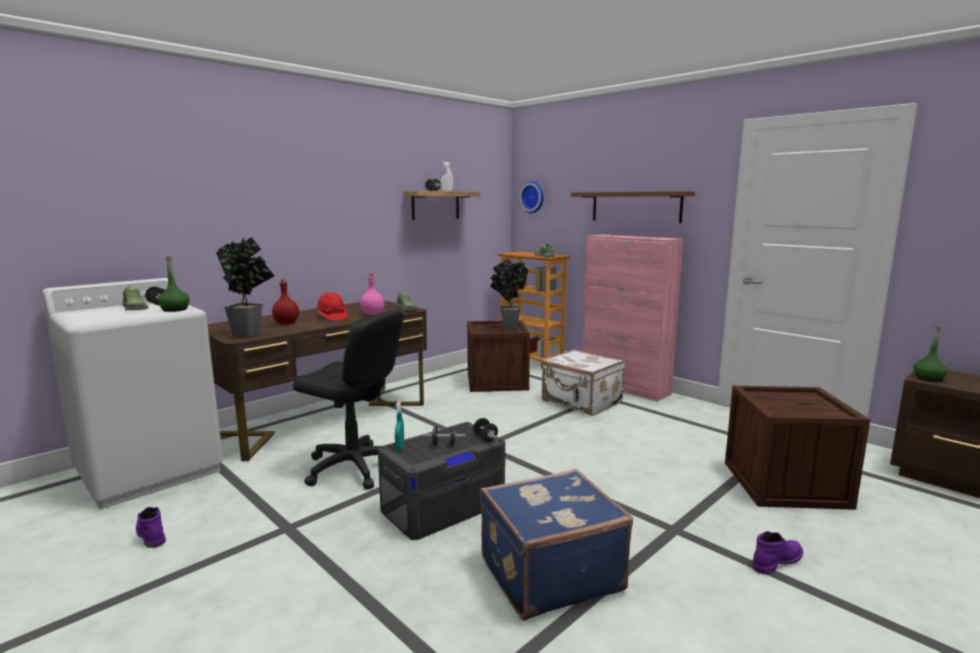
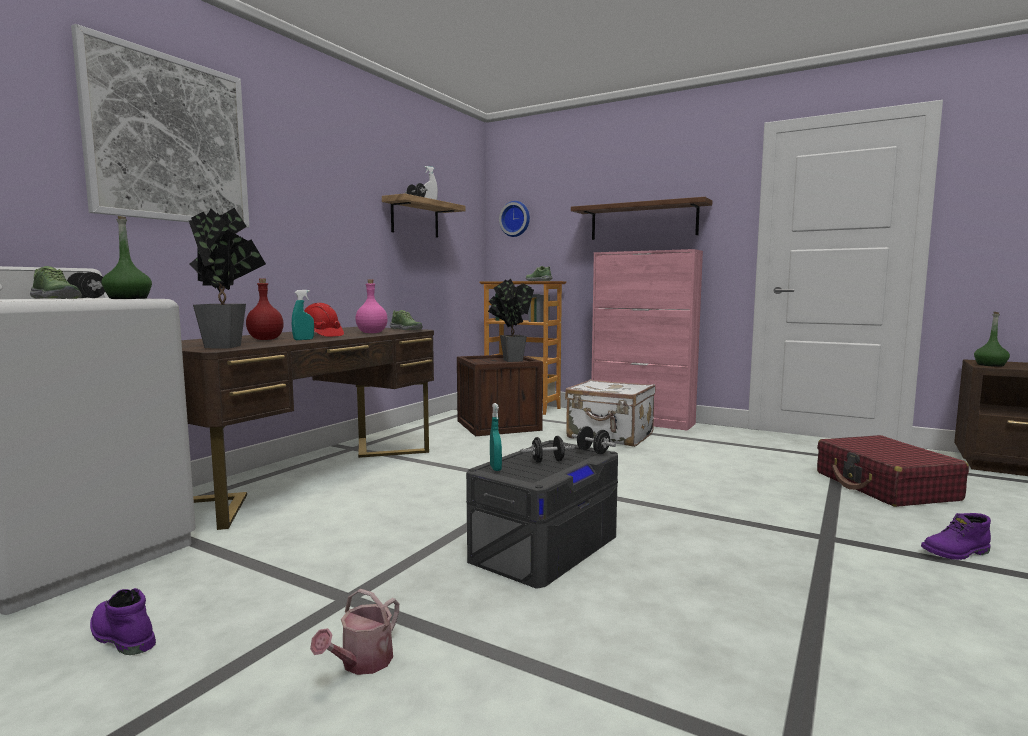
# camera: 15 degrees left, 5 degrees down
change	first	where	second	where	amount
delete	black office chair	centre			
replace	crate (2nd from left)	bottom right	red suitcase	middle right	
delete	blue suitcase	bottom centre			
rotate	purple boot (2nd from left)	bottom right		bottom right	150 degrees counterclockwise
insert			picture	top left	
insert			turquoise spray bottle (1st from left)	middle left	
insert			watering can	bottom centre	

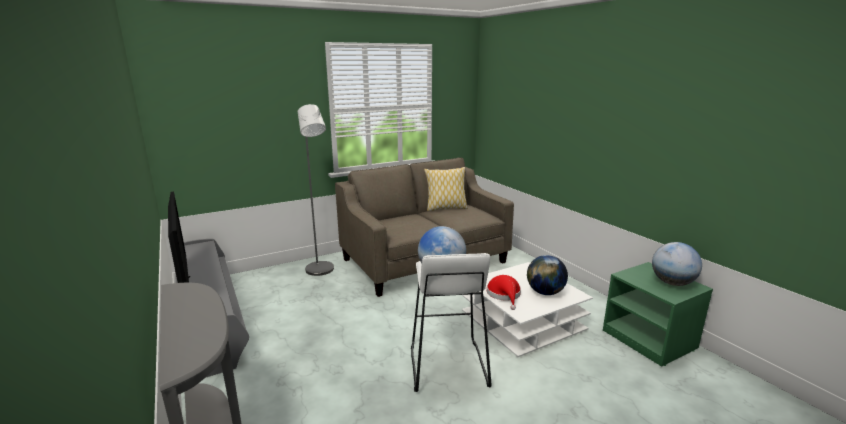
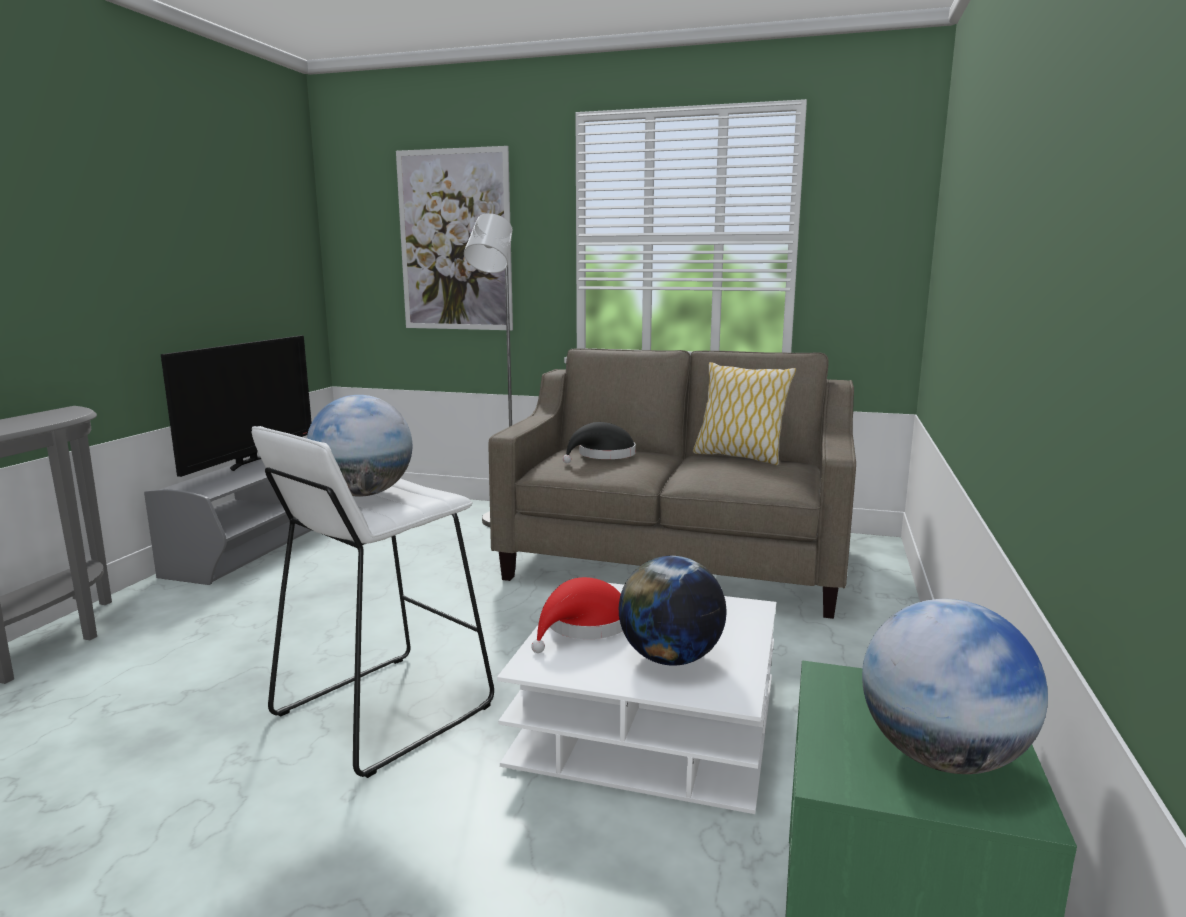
# camera: 45 degrees right, 5 degrees down
change	first	where	second	where	amount
insert			picture	top centre	
insert			black hat	centre	

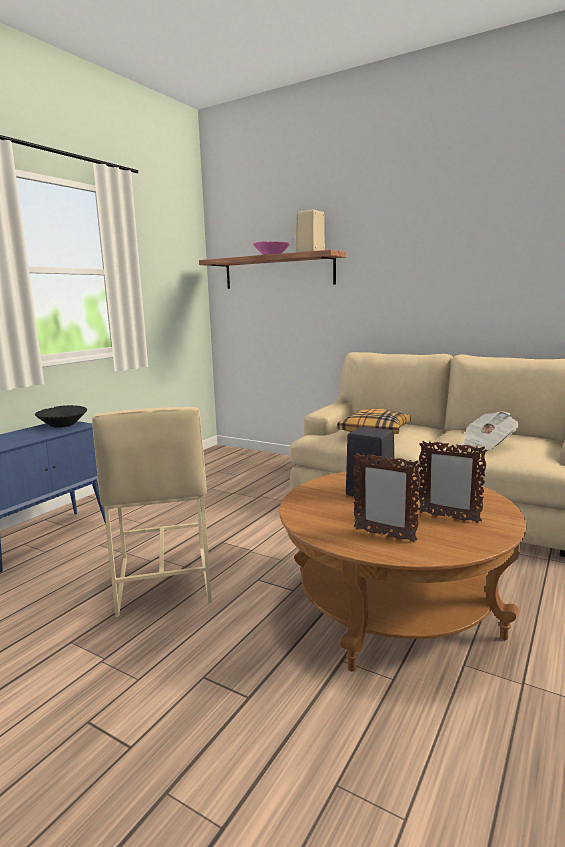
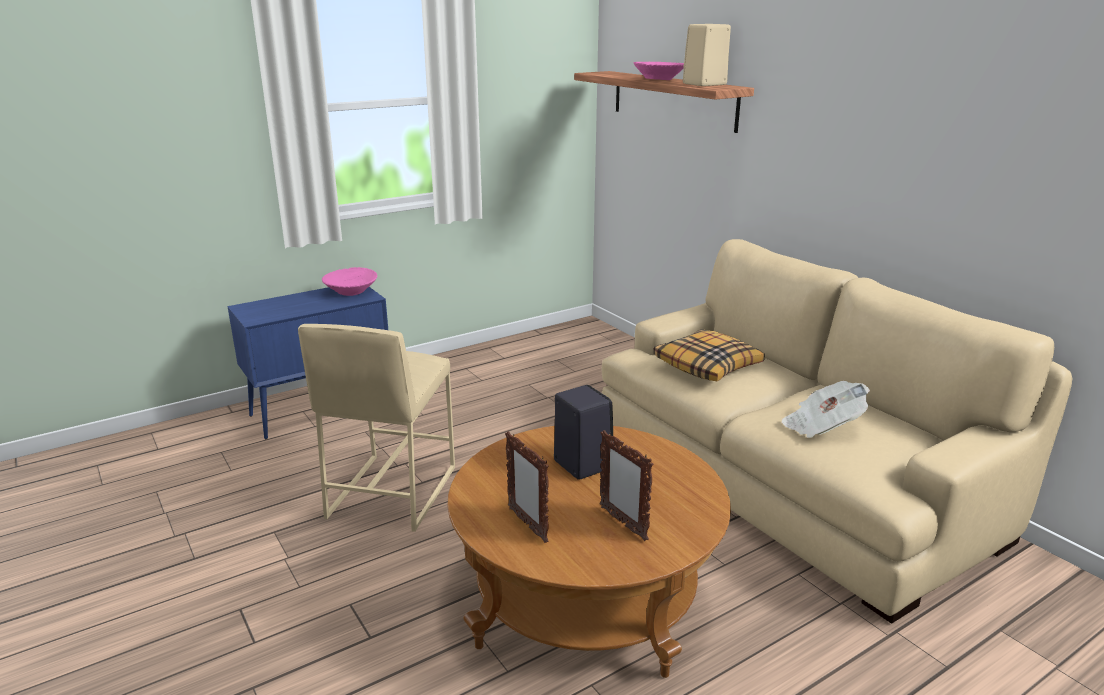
# camera: 25 degrees right, 10 degrees up
change	first	where	second	where	amount
recolor	black bowl	middle left	pink bowl (1st from left)	middle left	

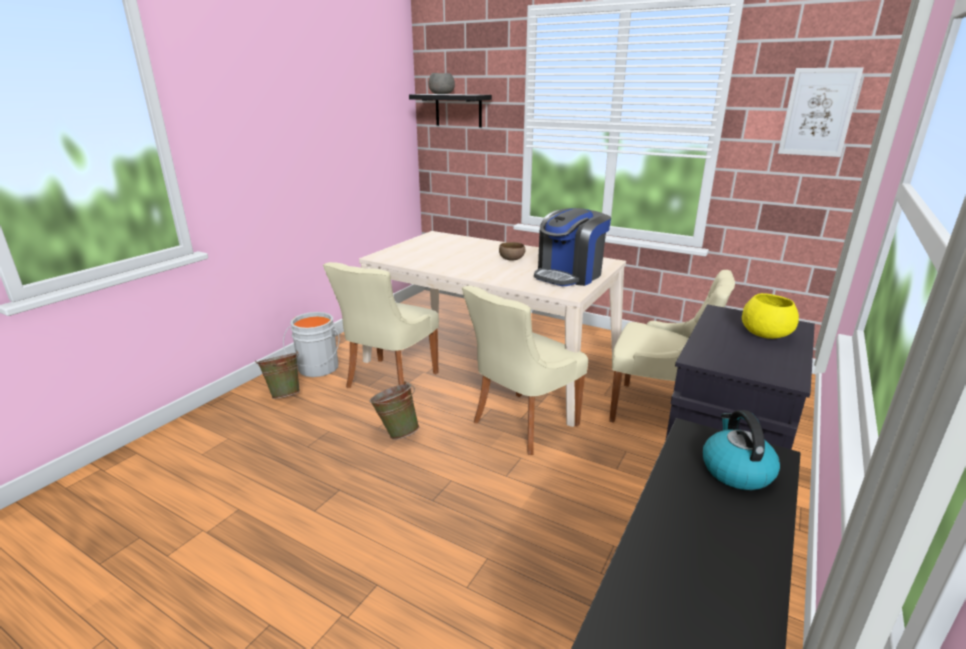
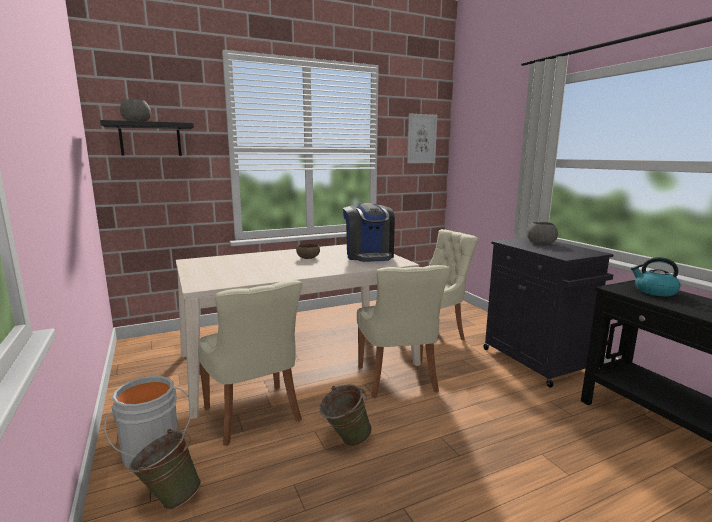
# camera: 55 degrees left, 10 degrees down
change	first	where	second	where	amount
recolor	yellow bowl	middle right	grey bowl (2nd from left)	middle right	

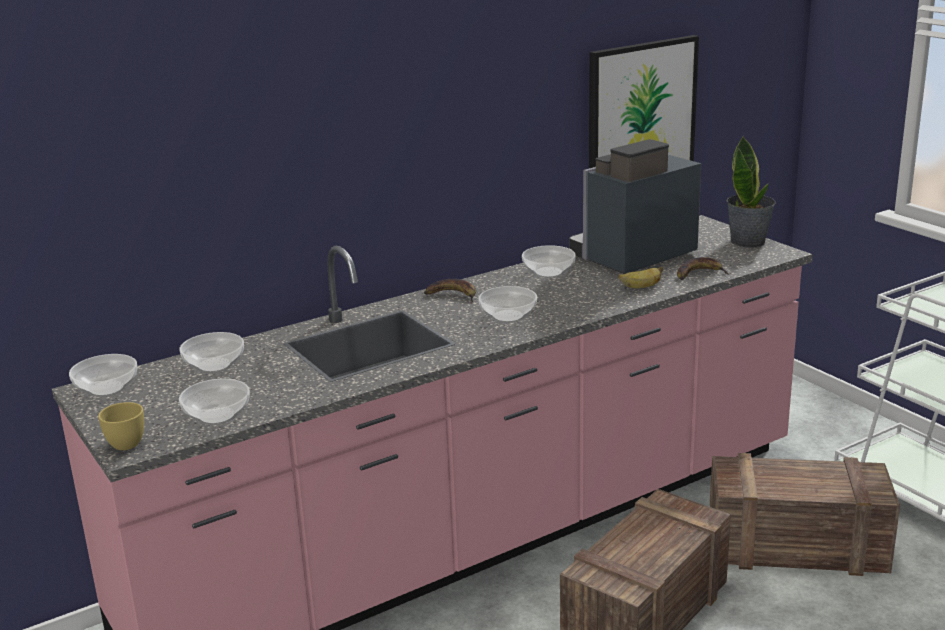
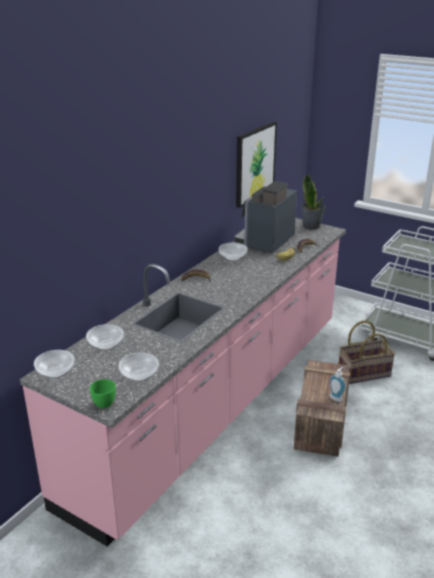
# camera: 25 degrees left, 5 degrees up
change	first	where	second	where	amount
delete	bowl (4th from left)	centre			
recolor	yellow cup	bottom left	green cup	bottom left	
replace	crate (2nd from left)	bottom right	basket	middle right	
insert			soap dispenser	middle right	

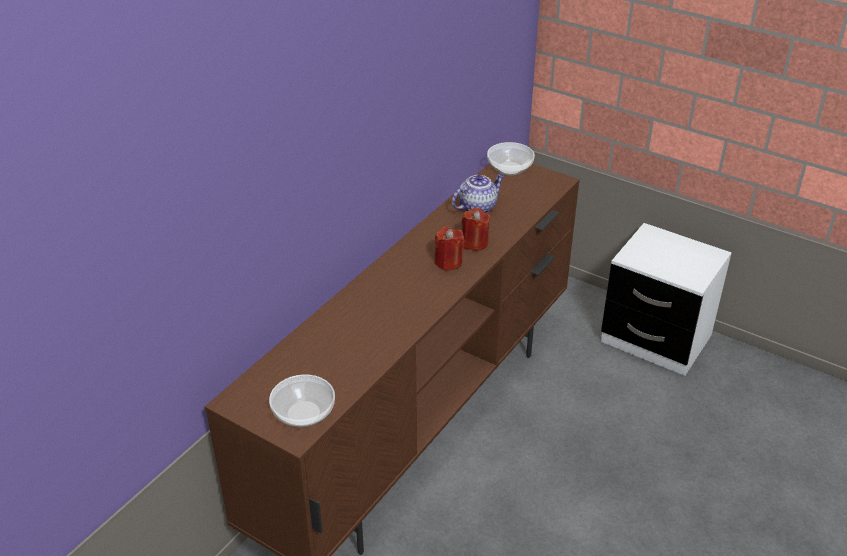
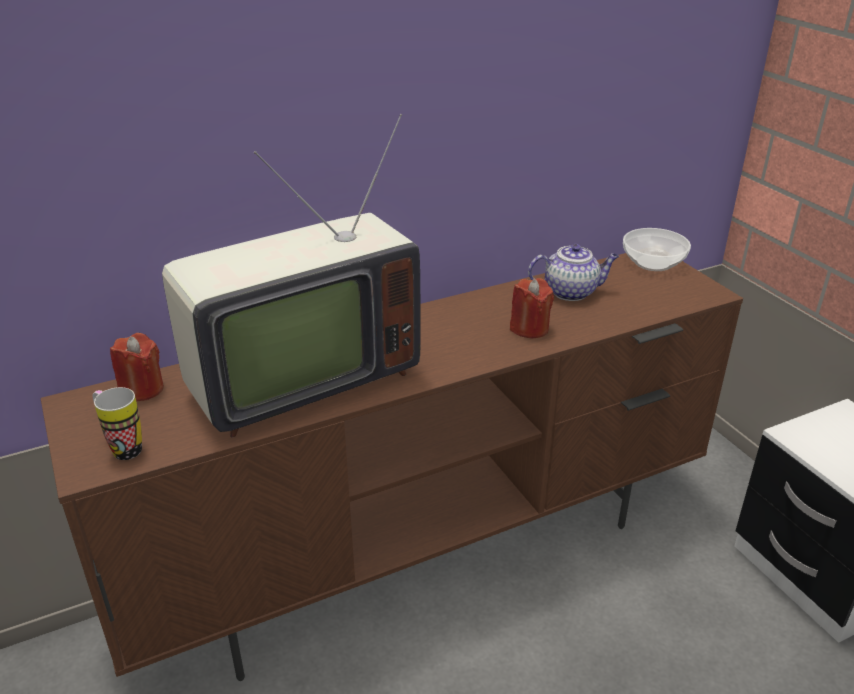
# camera: 30 degrees right, 5 degrees down
change	first	where	second	where	amount
move	red candle (1st from left)	centre		middle left	
replace	bowl (1st from left)	bottom centre	mug	middle left	
insert			television	centre	

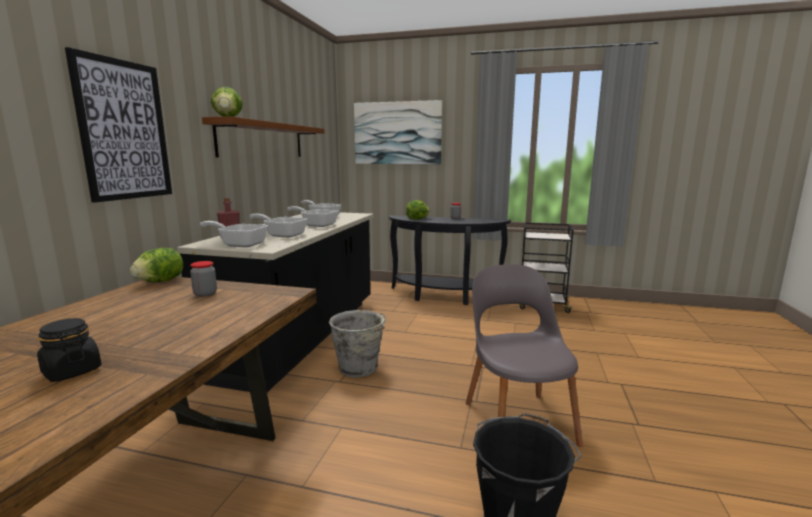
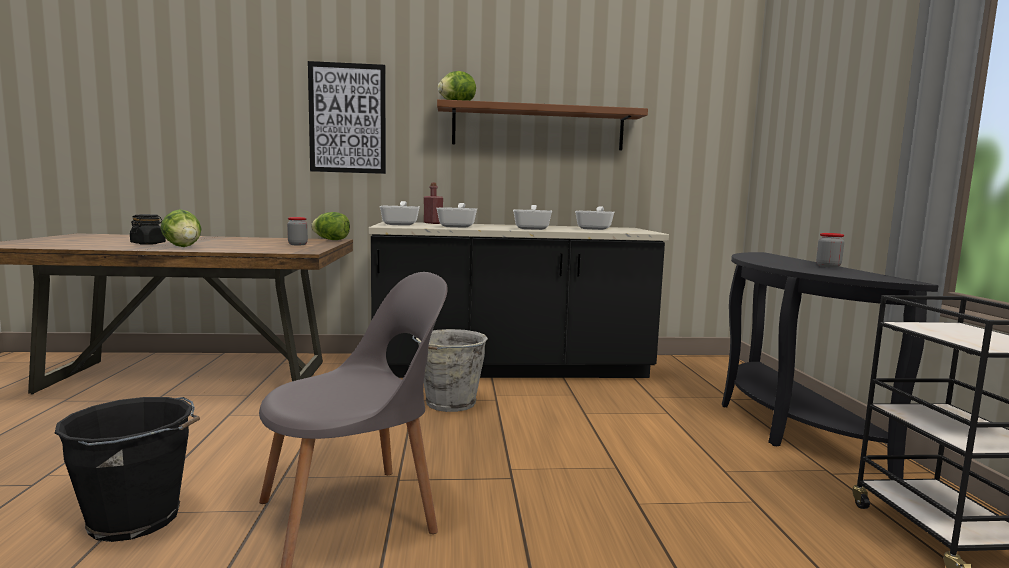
# camera: 70 degrees right, 5 degrees down
change	first	where	second	where	amount
delete	picture (2nd from left)	top centre			
move	lettuce (3rd from left in the first image)	centre	lettuce (1st from left)	middle left	

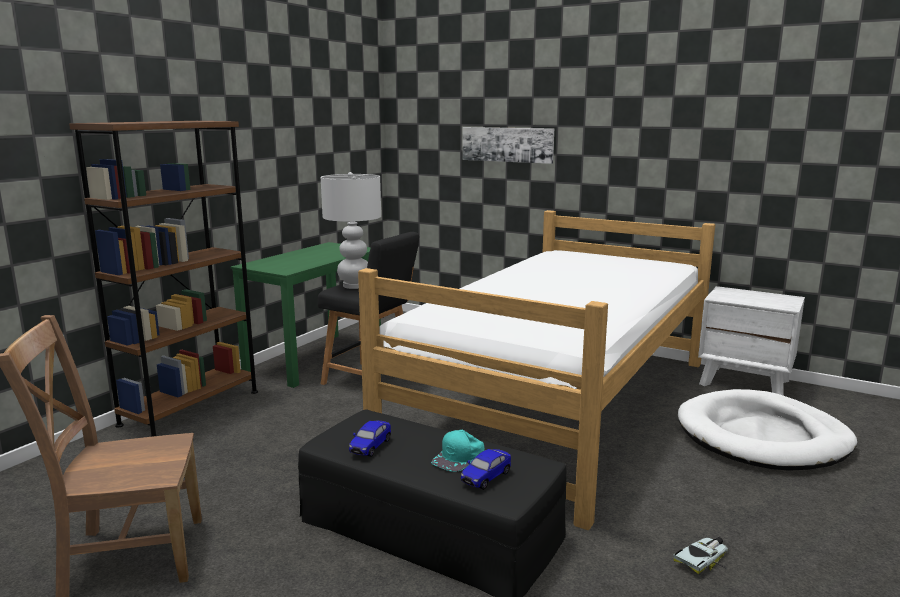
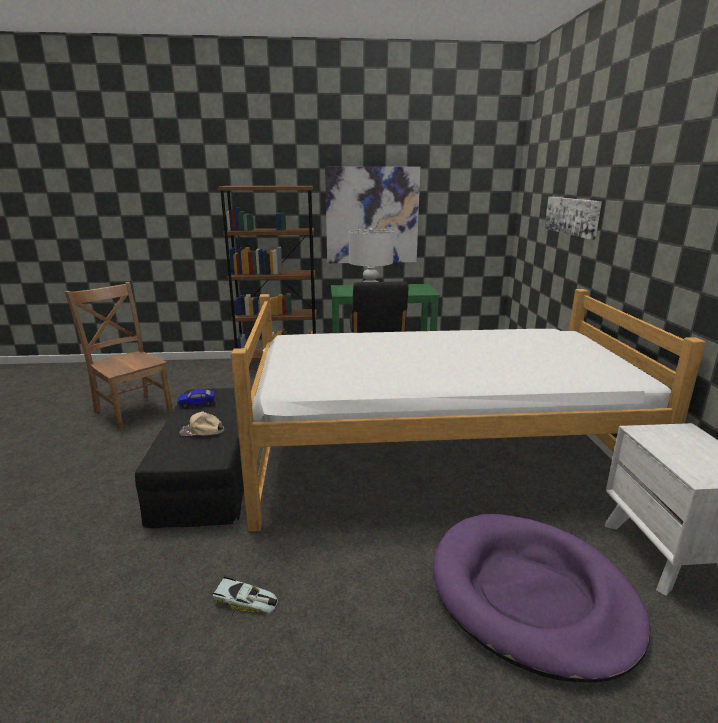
# camera: 55 degrees right, 5 degrees up
change	first	where	second	where	amount
recolor	white dog bed	bottom right	purple dog bed	bottom right	
recolor	turquoise cap	bottom centre	beige cap	middle left	
delete	toy car (2nd from left)	bottom centre			
insert			picture (1st from left)	top centre	

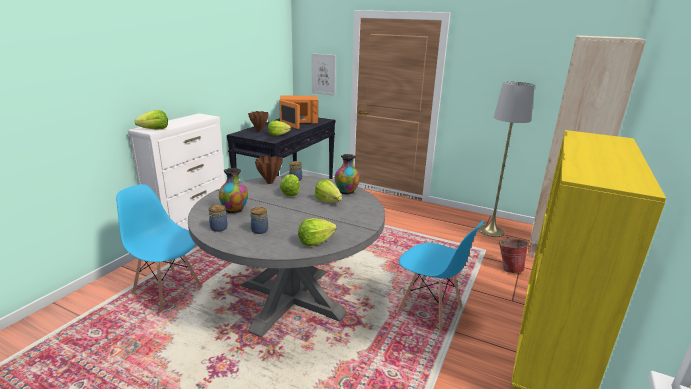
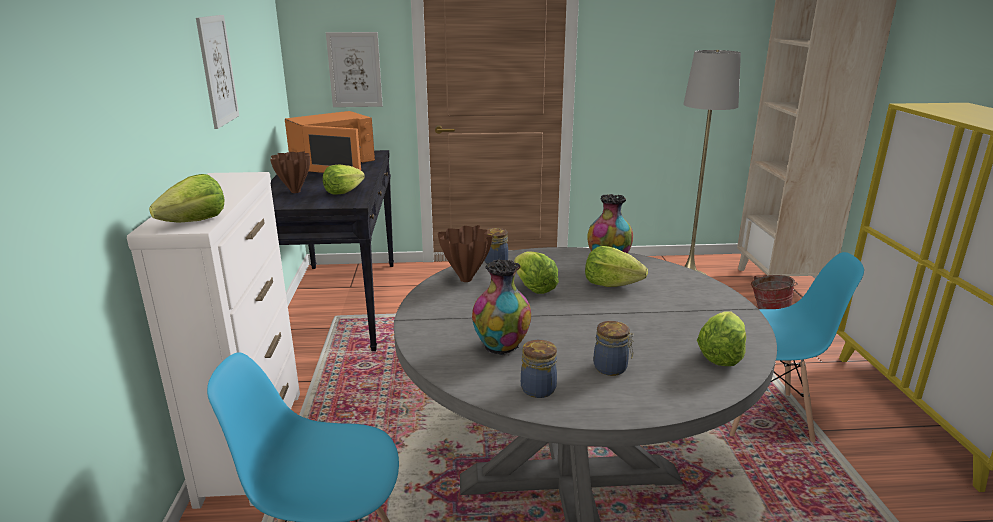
# camera: 30 degrees left, 0 degrees up
change	first	where	second	where	amount
insert			picture (1st from left)	top left	

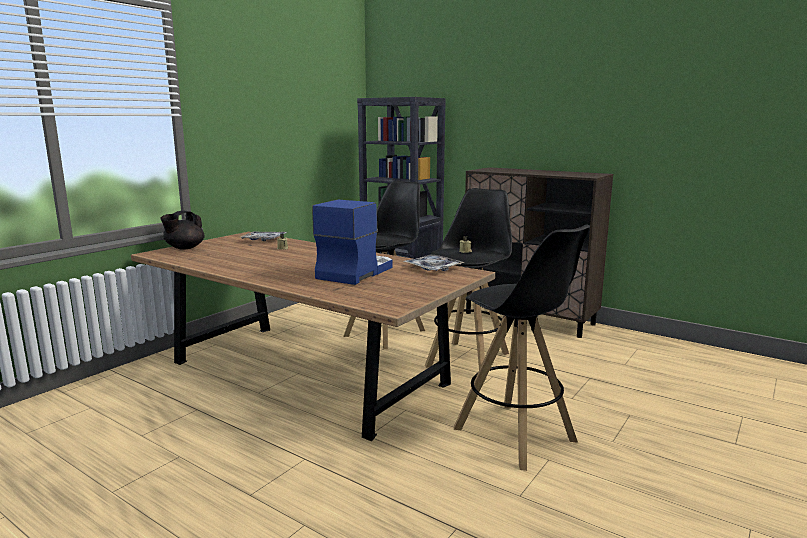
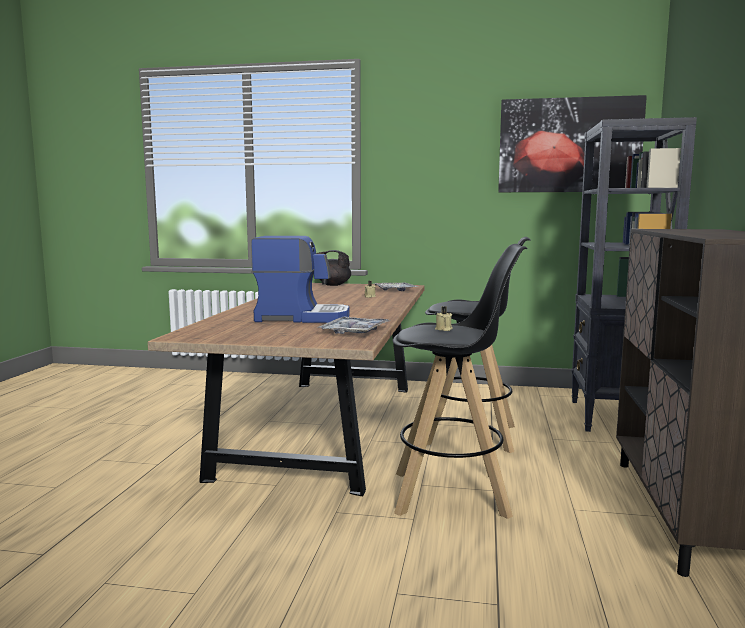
# camera: 65 degrees right, 5 degrees down
change	first	where	second	where	amount
delete	black stool (3rd from left)	centre			
insert			picture	top right	

